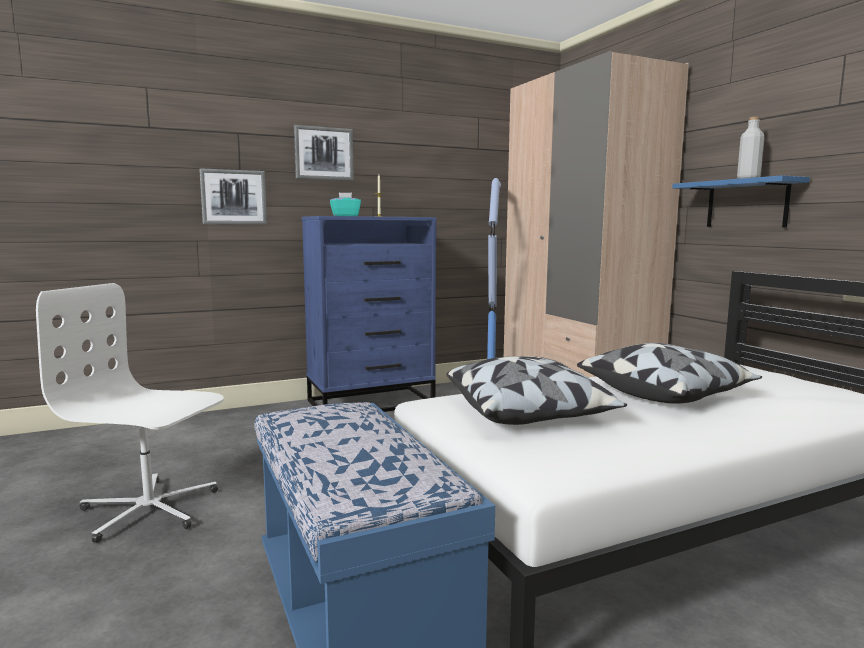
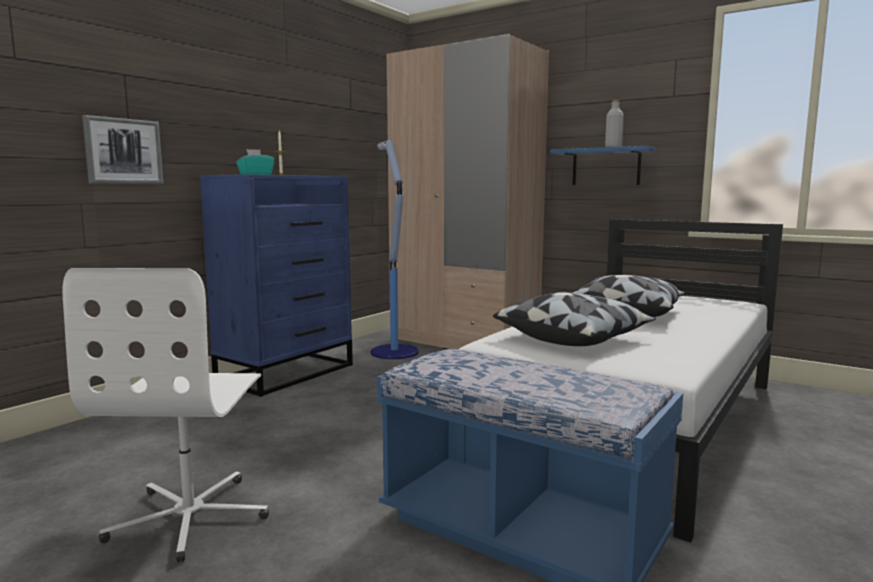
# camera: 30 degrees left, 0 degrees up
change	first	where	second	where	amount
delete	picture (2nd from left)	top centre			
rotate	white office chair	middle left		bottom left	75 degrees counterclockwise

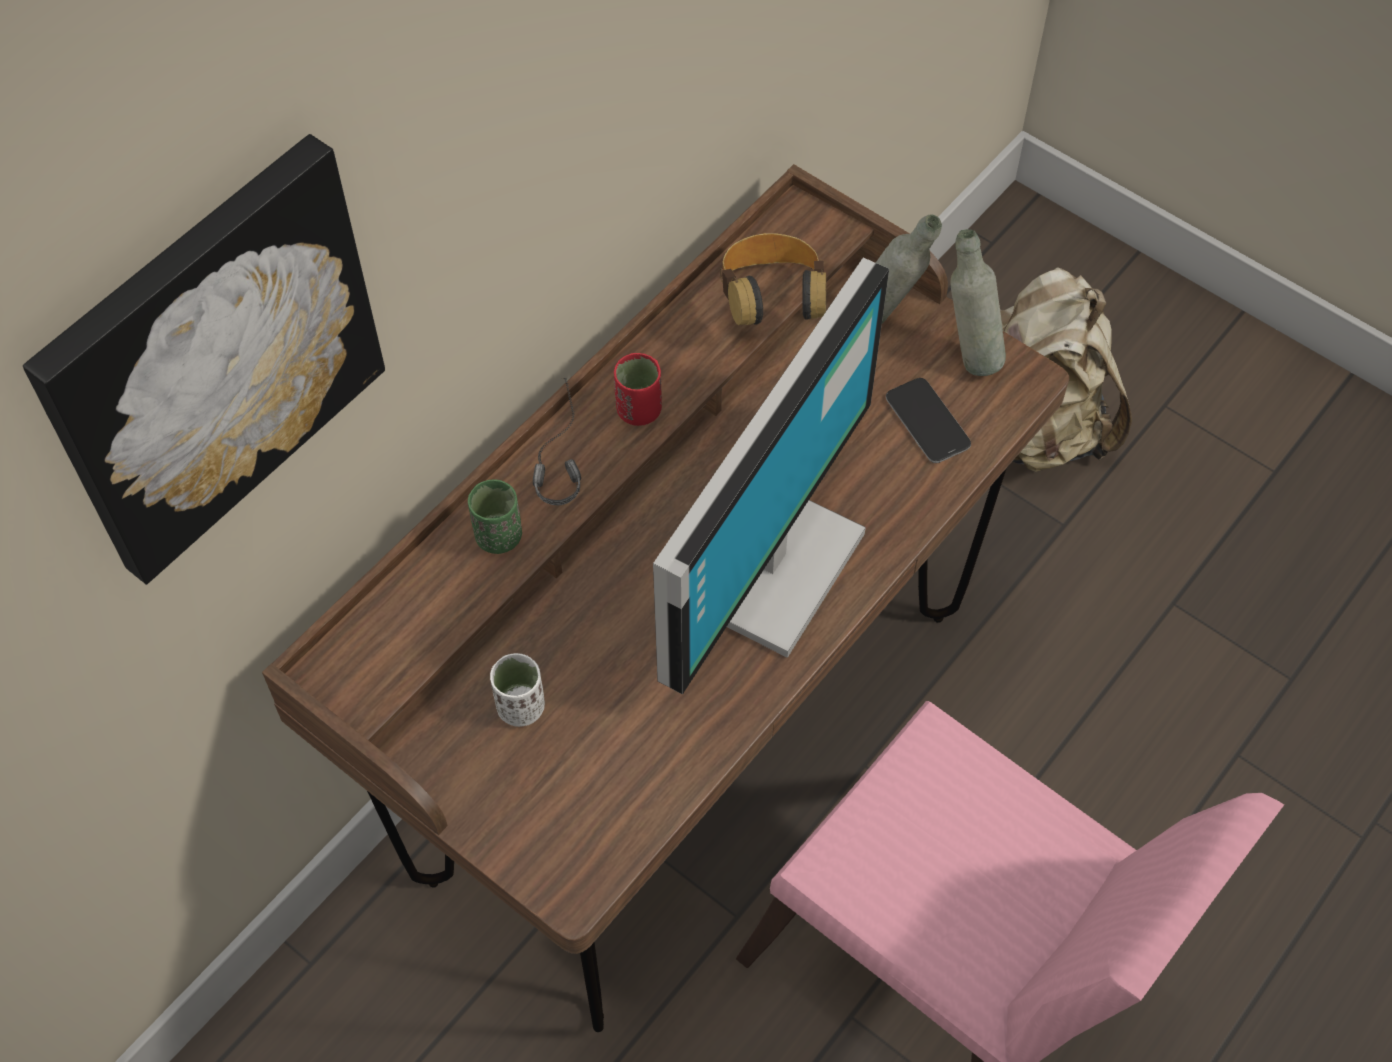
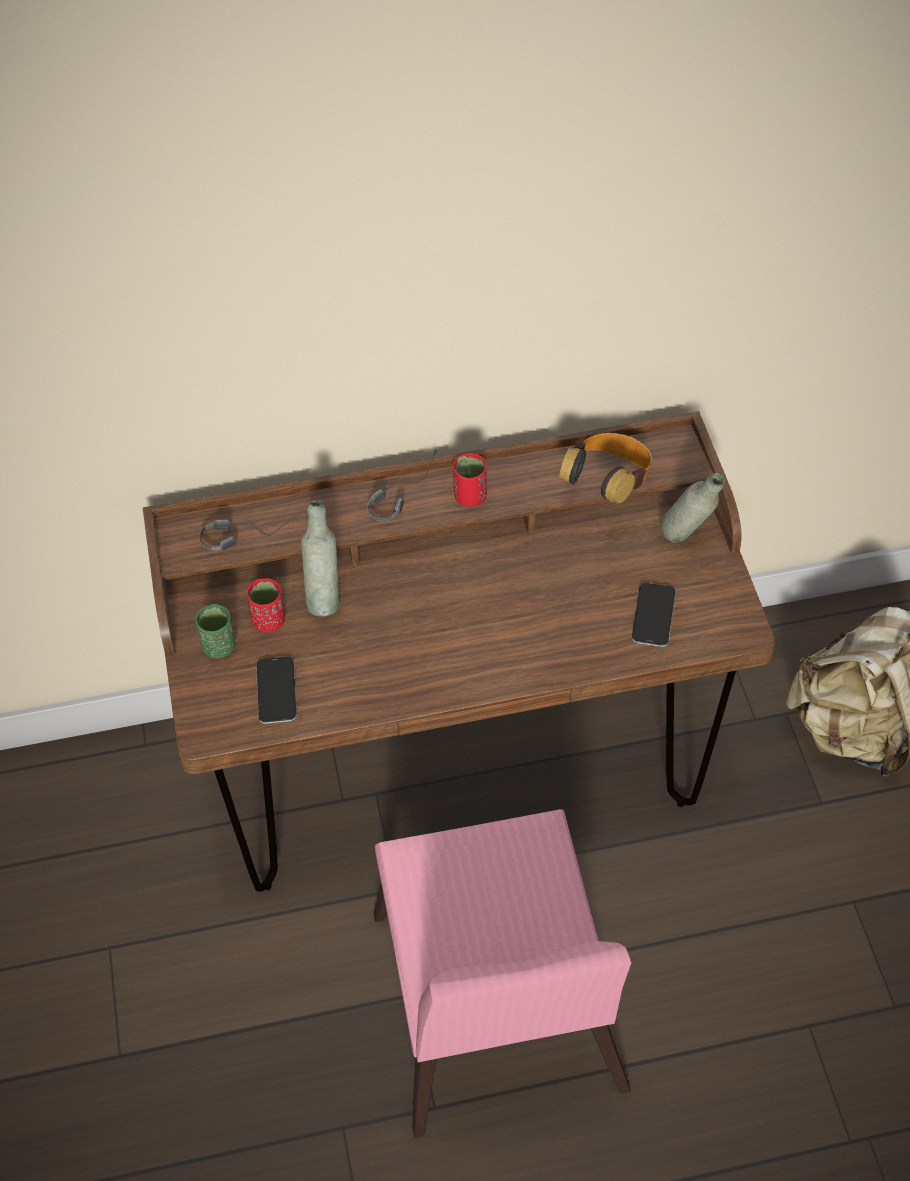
# camera: 40 degrees right, 5 degrees down
change	first	where	second	where	amount
delete	picture	middle left			
move	grey bottle (2nd from left in the first image)	top right	grey bottle (1st from left)	centre	
delete	monitor	centre			
move	green cup	centre		middle left	
recolor	white cup	centre	red cup (1st from left)	middle left	
insert			headphones (1st from left)	middle left	
insert			phone (1st from left)	middle left	

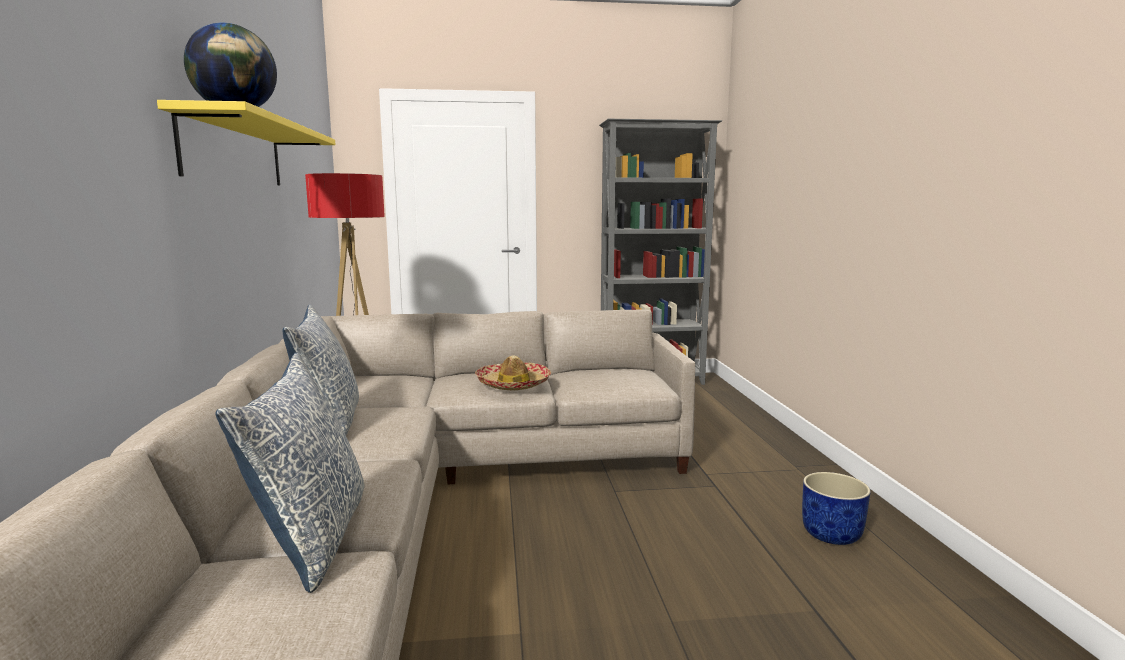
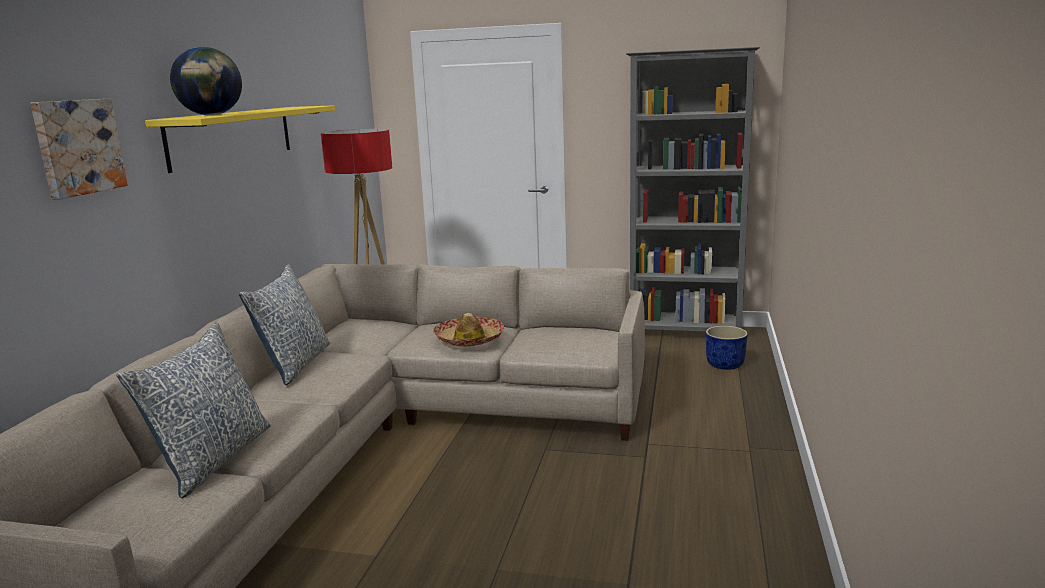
# camera: 20 degrees right, 5 degrees up
change	first	where	second	where	amount
move	blue planter	bottom right		middle right	
insert			picture	top left	

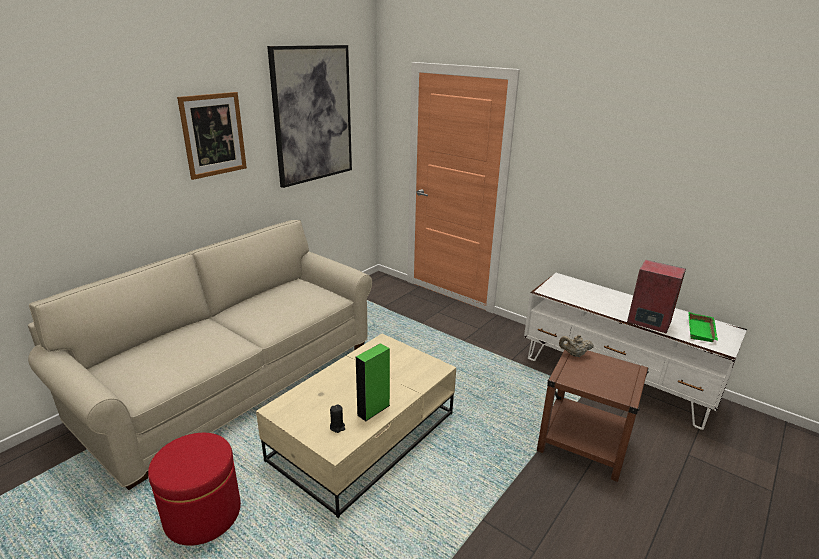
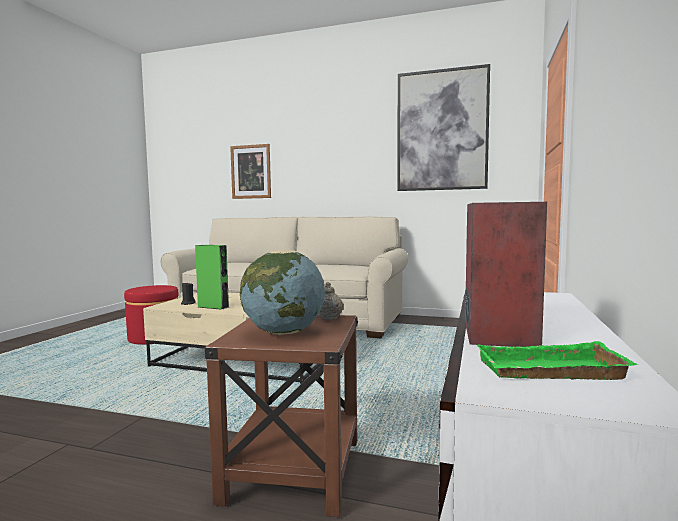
# camera: 70 degrees right, 20 degrees down
change	first	where	second	where	amount
move	picture (1st from left)	top left		top centre	
insert			globe	centre	

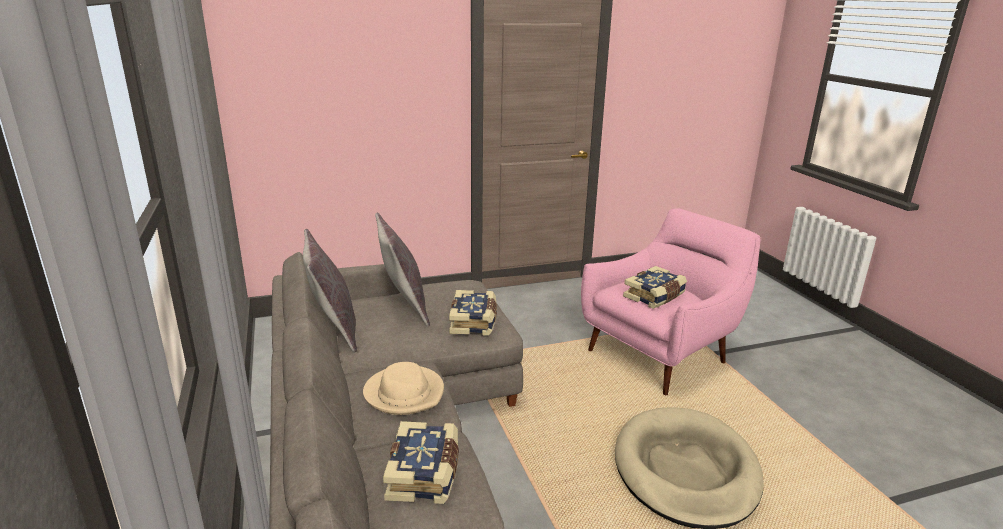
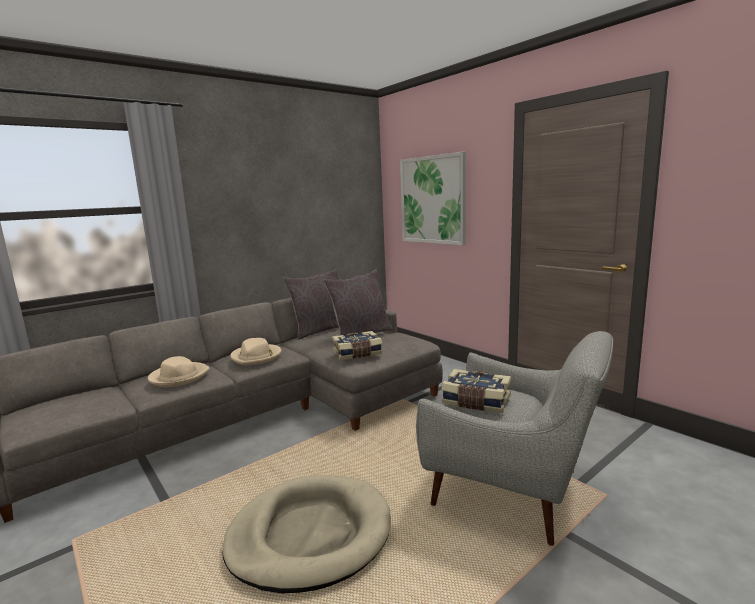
# camera: 70 degrees right, 10 degrees down
change	first	where	second	where	amount
recolor	pink armchair	middle right	grey armchair	bottom right	
replace	book (1st from left)	bottom centre	beige hat (1st from left)	middle left	
insert			picture	top centre	

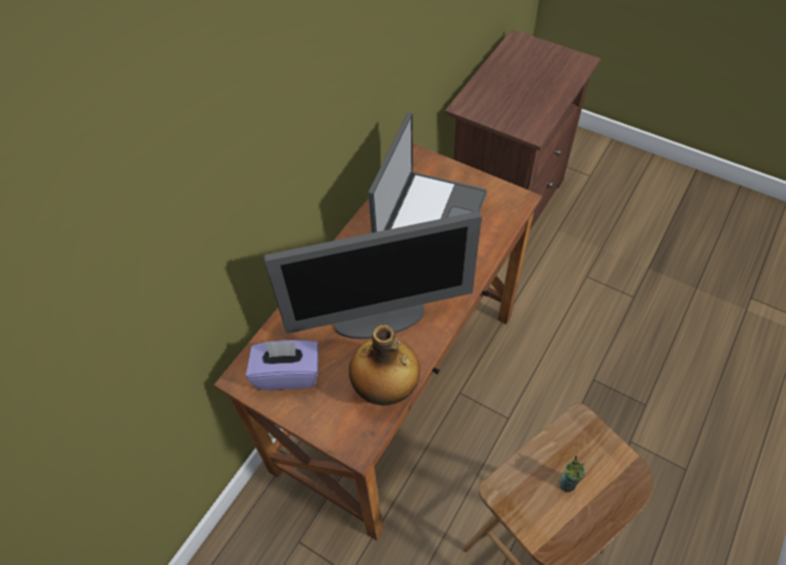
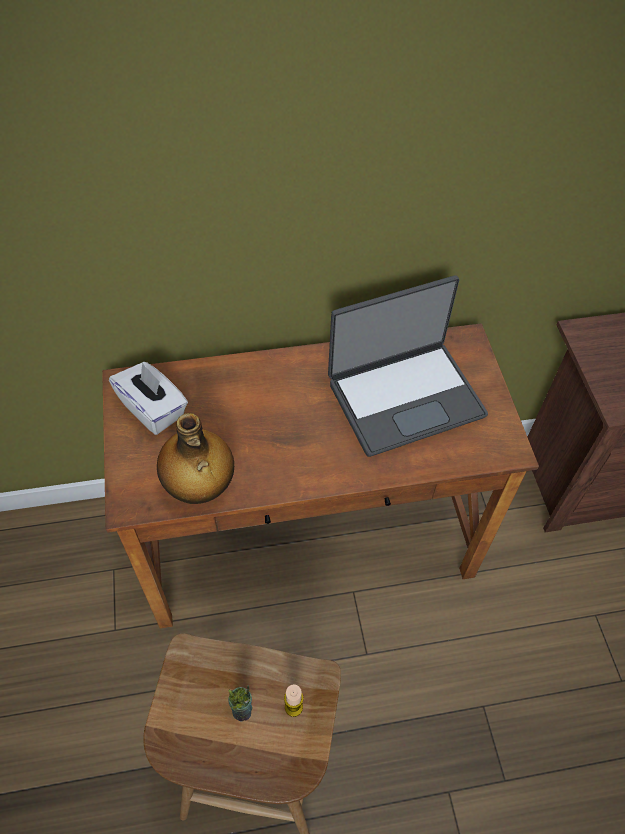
# camera: 45 degrees right, 0 degrees up
change	first	where	second	where	amount
delete	monitor	centre			
recolor	purple tissue box	centre	white tissue box	middle left	
insert			candle	bottom centre	

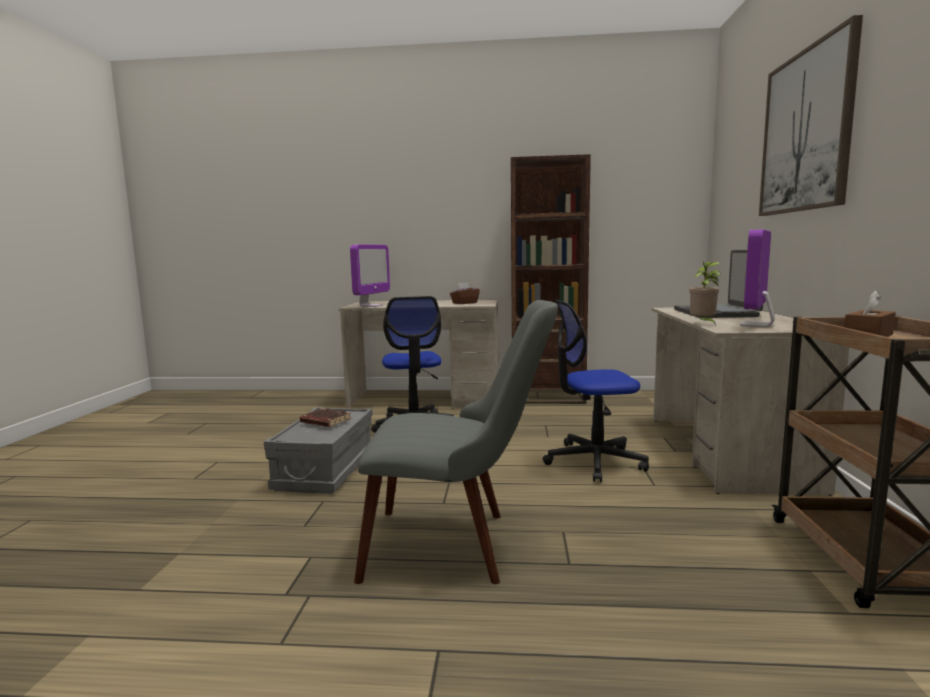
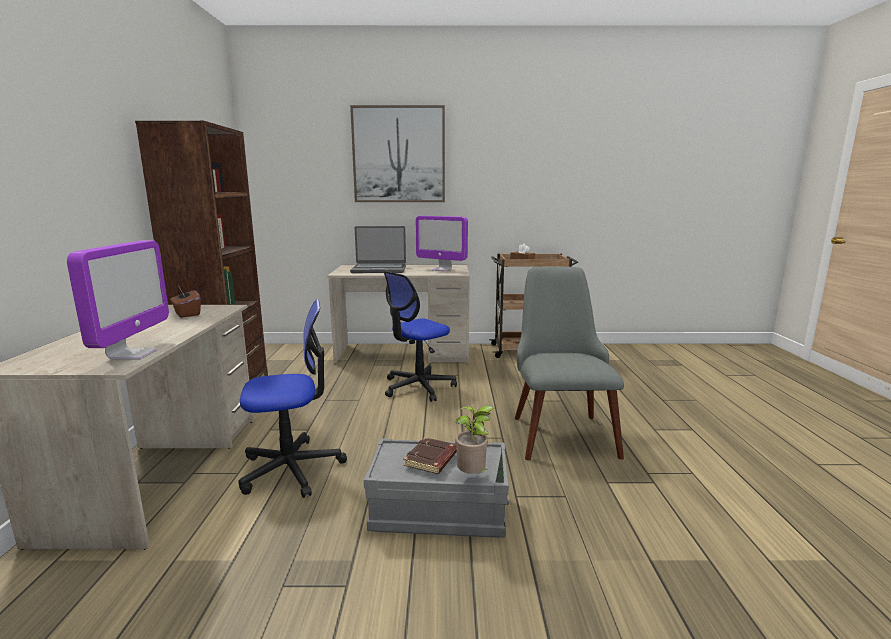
# camera: 95 degrees left, 5 degrees up
change	first	where	second	where	amount
rotate	monitor (1st from left)	centre		middle left	75 degrees clockwise
move	potted plant	middle right		bottom centre	
rotate	office chair (2nd from left)	centre		centre	60 degrees clockwise

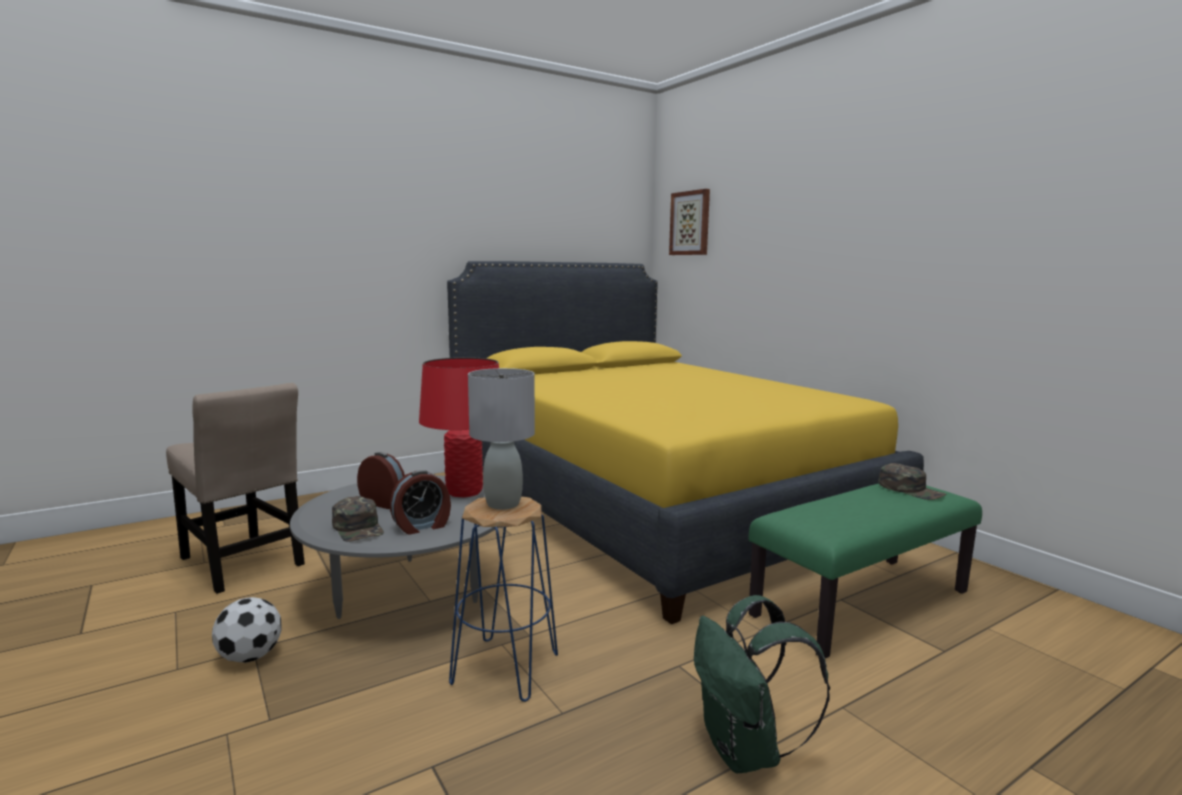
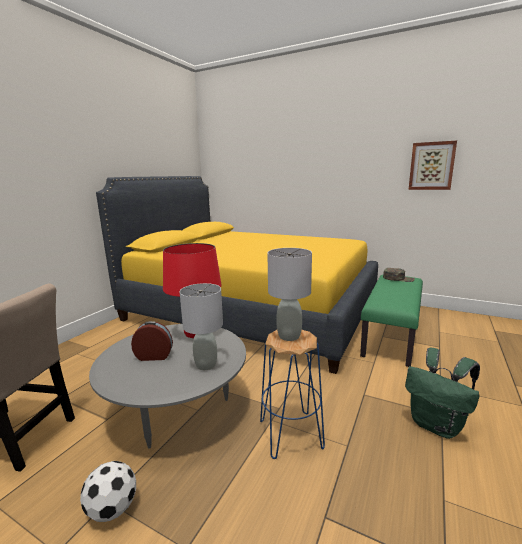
# camera: 30 degrees left, 5 degrees up
change	first	where	second	where	amount
move	picture	top centre		top right	
replace	alarm clock (2nd from left)	centre	grey table lamp (1st from left)	centre	
delete	green cap (1st from left)	middle left			

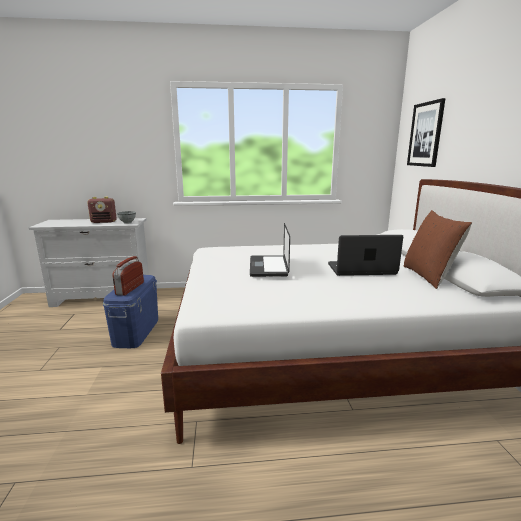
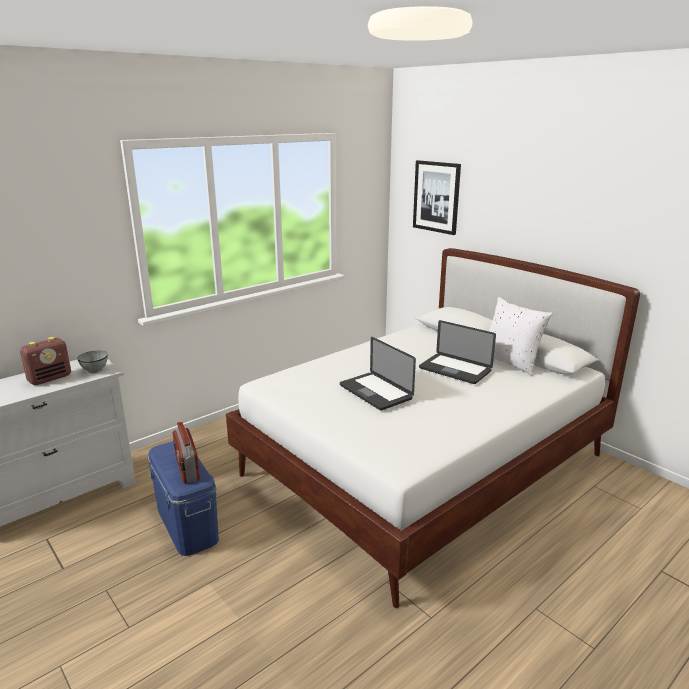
# camera: 35 degrees left, 5 degrees up
change	first	where	second	where	amount
recolor	brown pillow	middle right	white pillow	middle right	
rotate	laptop (2nd from left)	middle right		centre	105 degrees counterclockwise

